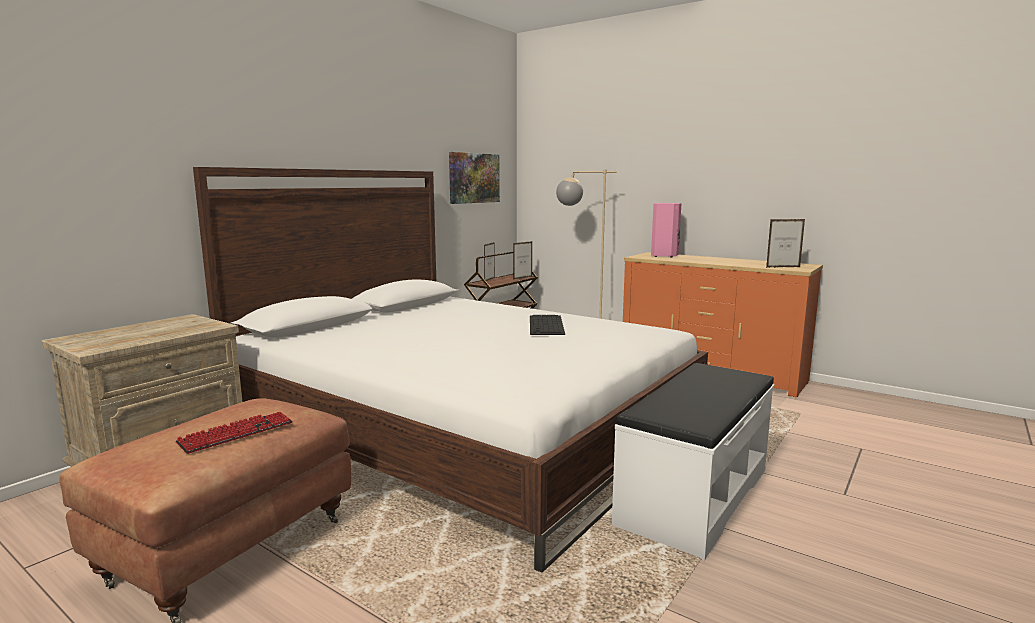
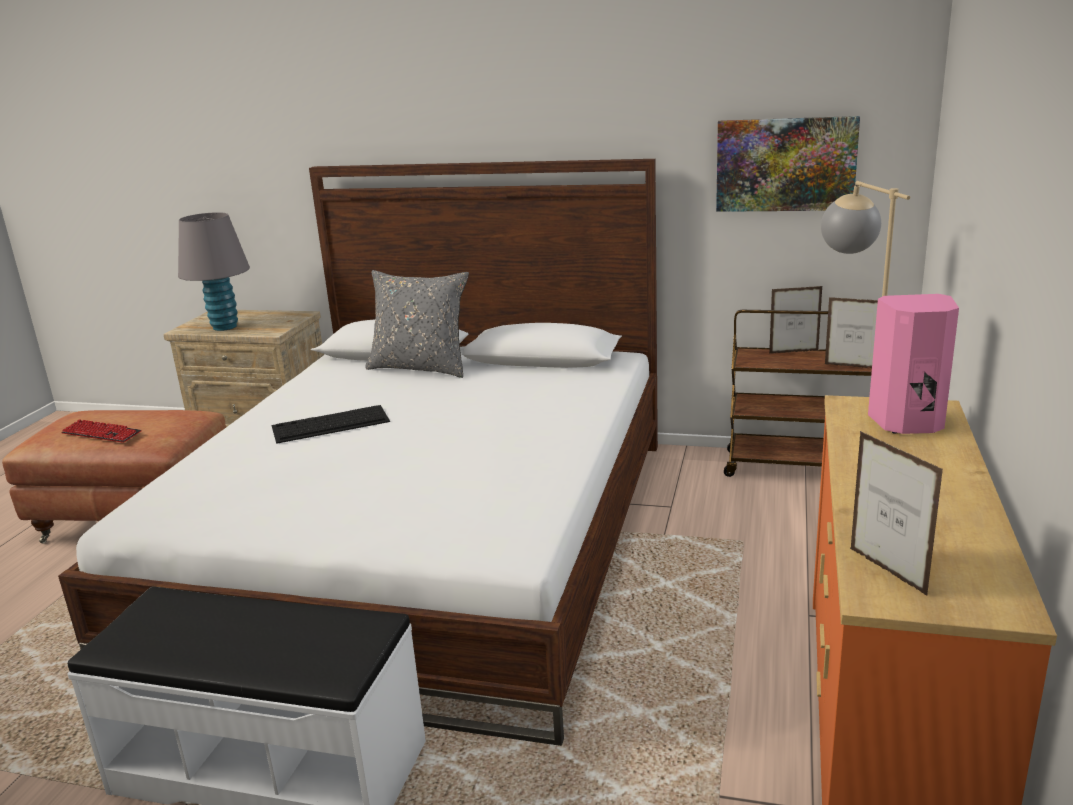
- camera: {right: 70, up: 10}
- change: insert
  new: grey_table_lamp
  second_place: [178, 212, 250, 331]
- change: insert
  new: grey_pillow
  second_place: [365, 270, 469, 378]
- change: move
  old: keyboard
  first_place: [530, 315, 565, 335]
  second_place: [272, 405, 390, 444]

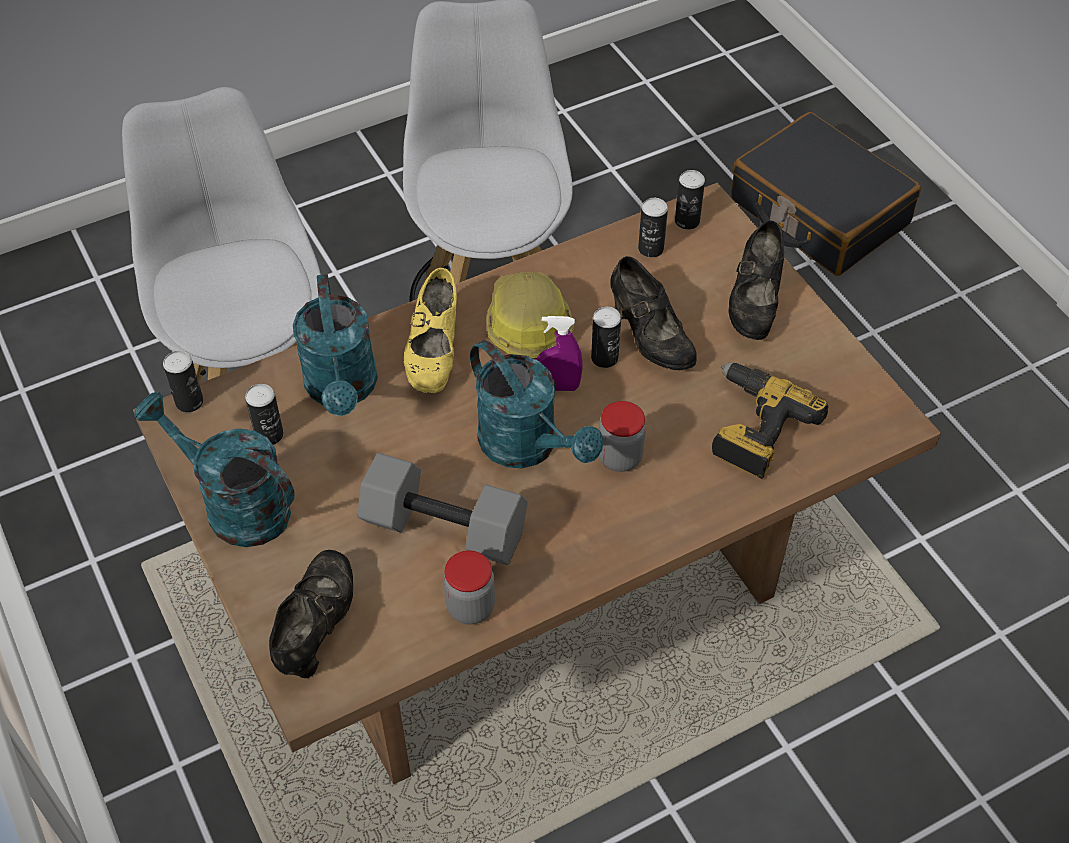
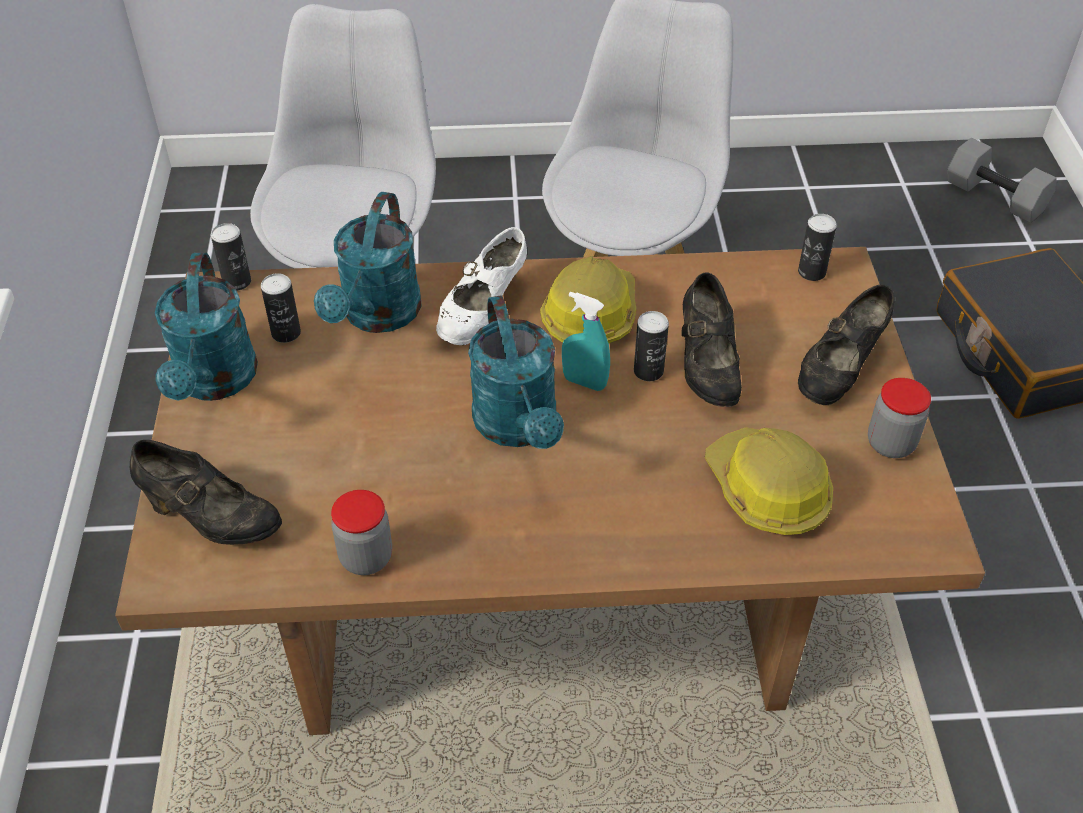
- camera: {right: 25, up: -5}
- change: delete
  old: can
  first_place: [638, 198, 668, 258]
- change: move
  old: grey_dumbbell
  first_place: [357, 453, 528, 565]
  second_place: [947, 138, 1057, 223]
- change: move
  old: jar
  first_place: [599, 401, 646, 472]
  second_place: [868, 378, 931, 458]
- change: replace
  old: power_drill
  new: hard_hat
  first_place: [712, 363, 828, 479]
  second_place: [705, 427, 833, 535]
- change: recolor
  old: yellow_shoe
  new: white_shoe
  first_place: [404, 268, 457, 394]
  second_place: [436, 227, 527, 345]
- change: recolor
  old: purple_spray_bottle
  new: turquoise_spray_bottle
  first_place: [536, 316, 583, 391]
  second_place: [562, 292, 610, 391]
- change: rotate
  old: turquoise_watering_can
  first_place: [134, 392, 295, 547]
  second_place: [155, 253, 258, 401]
  degrees: -150
- change: rotate
  old: black_shoe
  first_place: [269, 550, 353, 678]
  second_place: [130, 440, 282, 545]
  degrees: 75

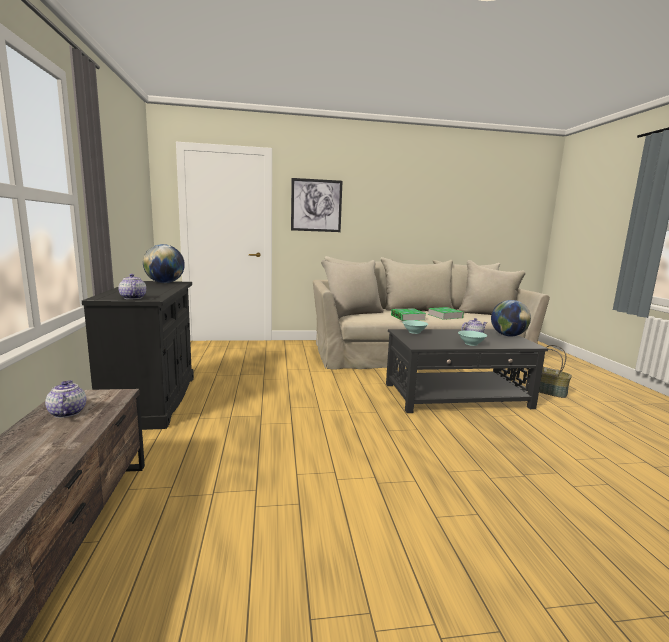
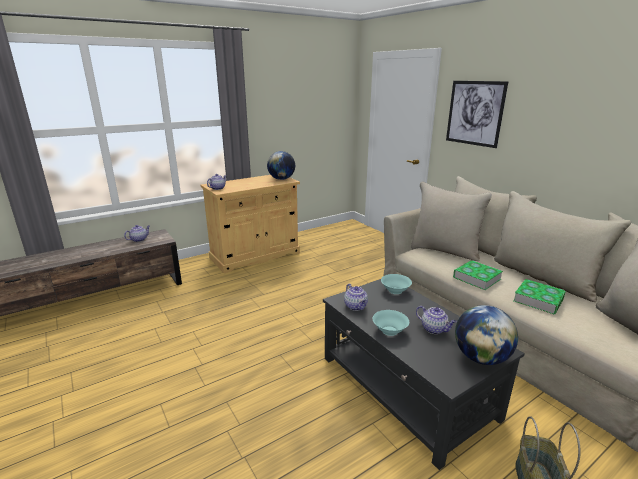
- camera: {right: 65, up: 10}
- change: insert
  new: teapot
  second_place: [344, 283, 368, 311]
- change: recolor
  old: black_cabinet
  new: beige_cabinet
  first_place: [82, 281, 194, 430]
  second_place: [201, 175, 300, 273]

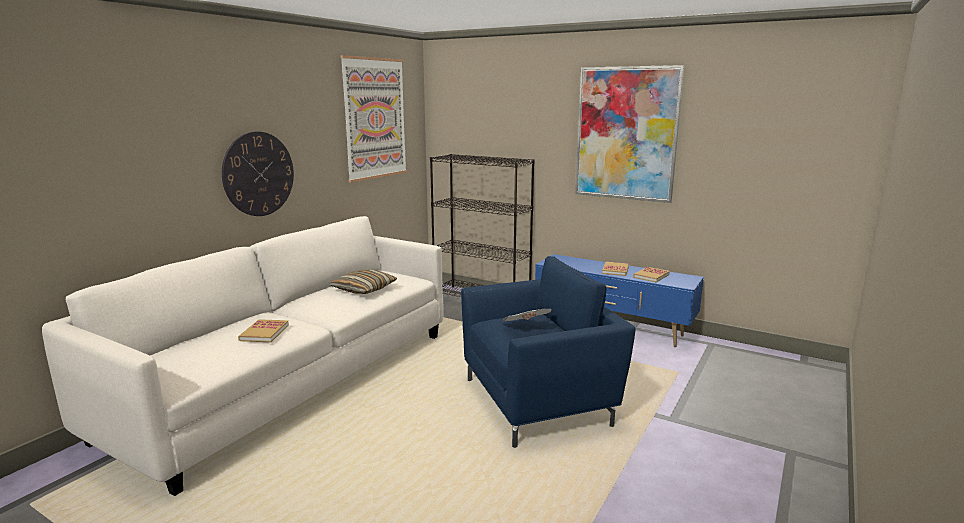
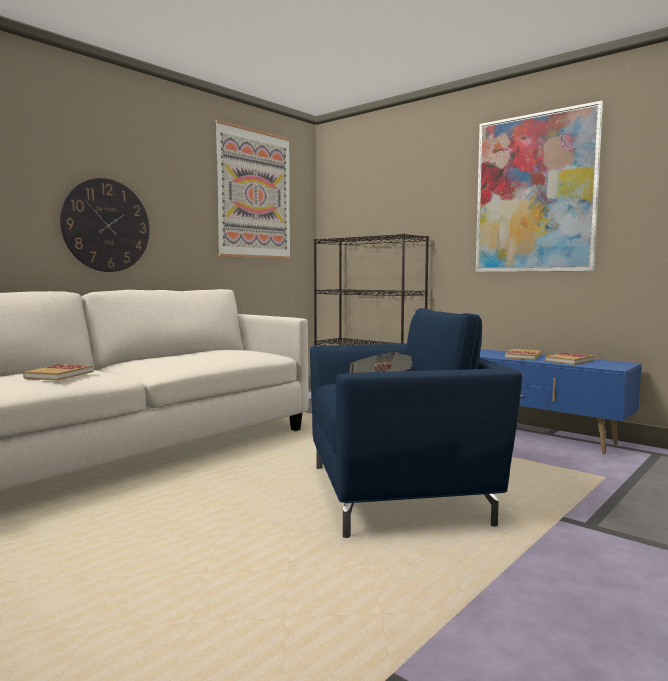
- camera: {right: 10, up: -10}
- change: delete
  old: pillow
  first_place: [329, 269, 397, 294]

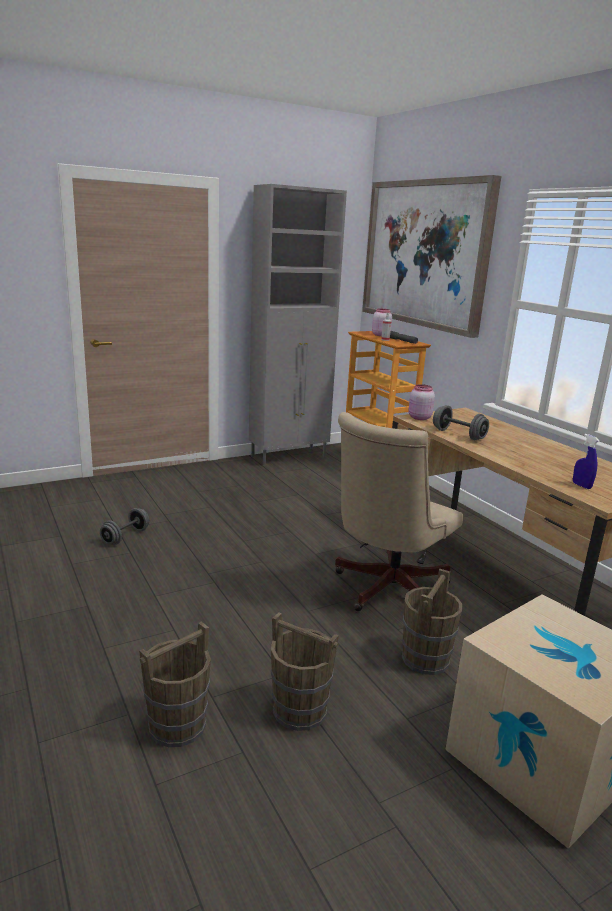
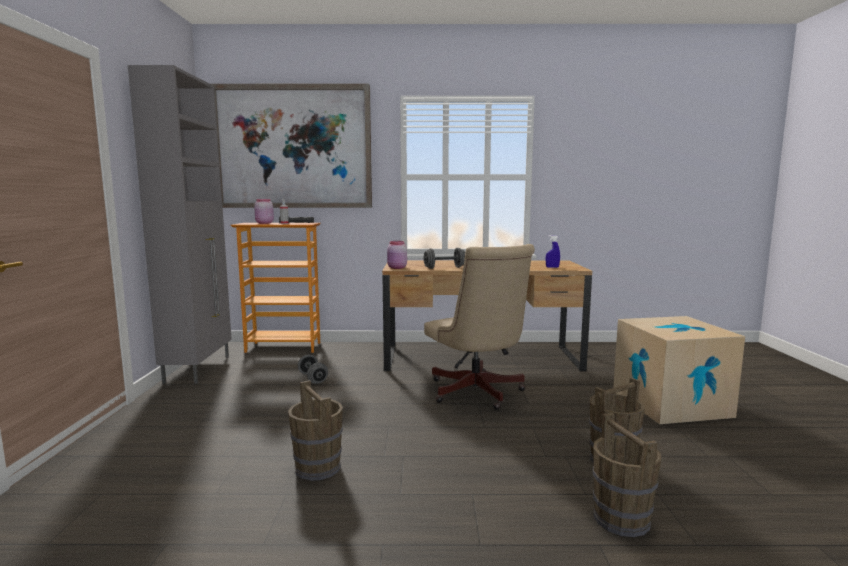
- camera: {right: -60, up: -10}
- change: move
  old: grey_dumbbell
  first_place: [100, 508, 149, 545]
  second_place: [298, 354, 328, 384]
- change: move
  old: brown_bucket
  first_place: [402, 569, 462, 675]
  second_place: [288, 380, 343, 481]

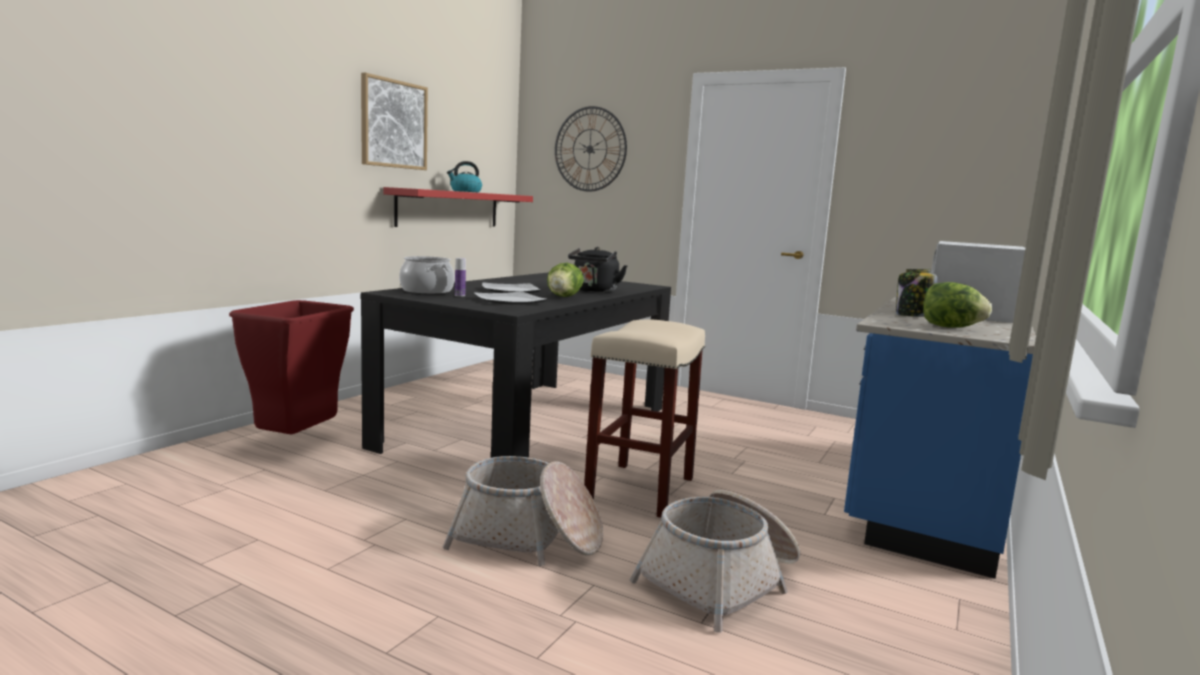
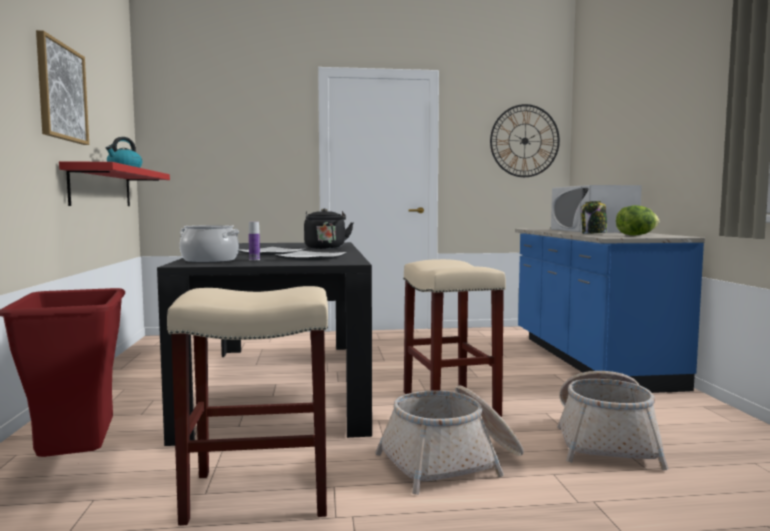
- camera: {right: -35, up: -5}
- change: delete
  old: lettuce
  first_place: [547, 263, 584, 297]
- change: insert
  new: beige_stool
  second_place: [167, 286, 328, 526]
- change: move
  old: wall_clock
  first_place: [555, 106, 627, 192]
  second_place: [490, 104, 560, 177]

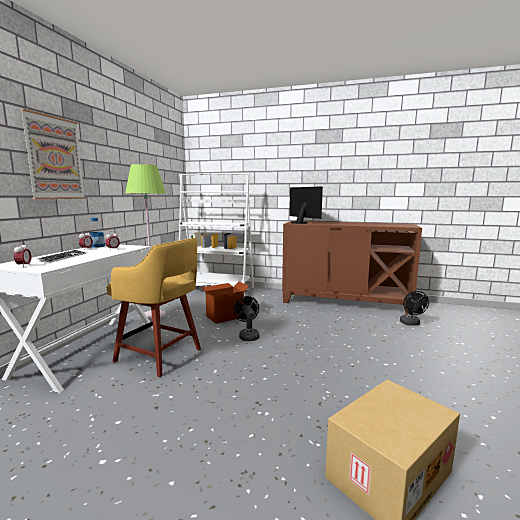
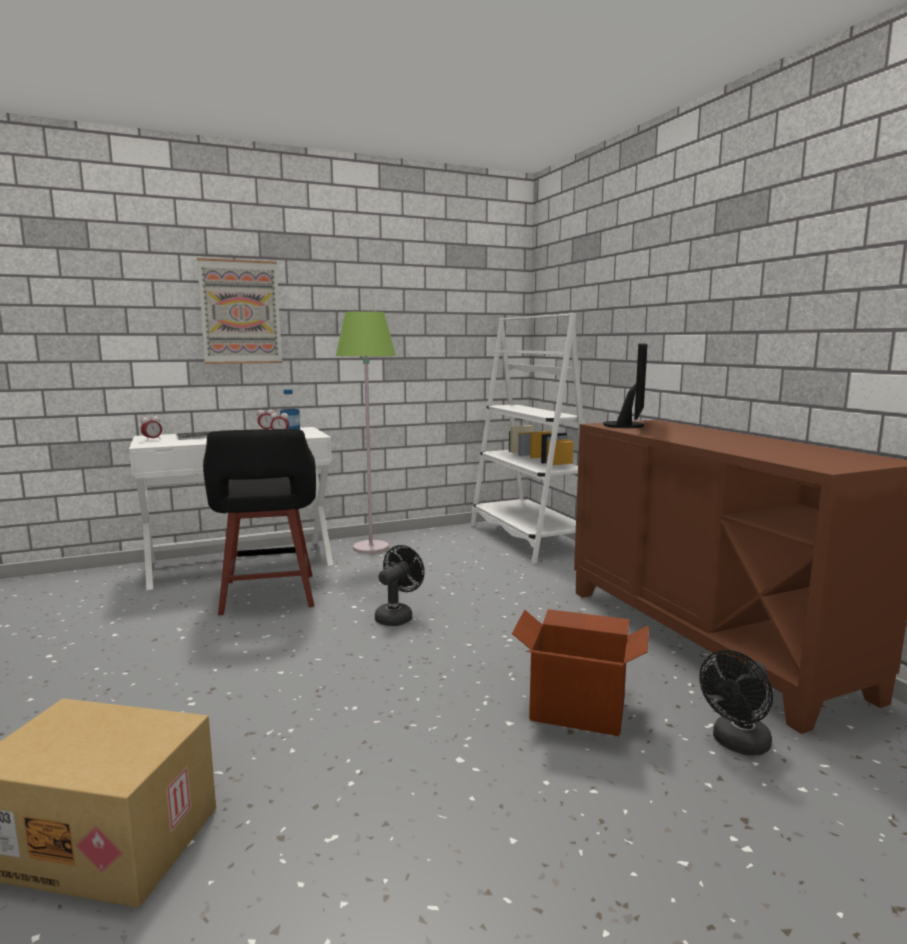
- camera: {right: 50, up: 0}
- change: move
  old: cardboard_box
  first_place: [200, 281, 249, 324]
  second_place: [512, 609, 649, 736]
- change: recolor
  old: yellow_stool
  new: black_stool
  first_place: [106, 238, 201, 377]
  second_place: [203, 429, 316, 615]

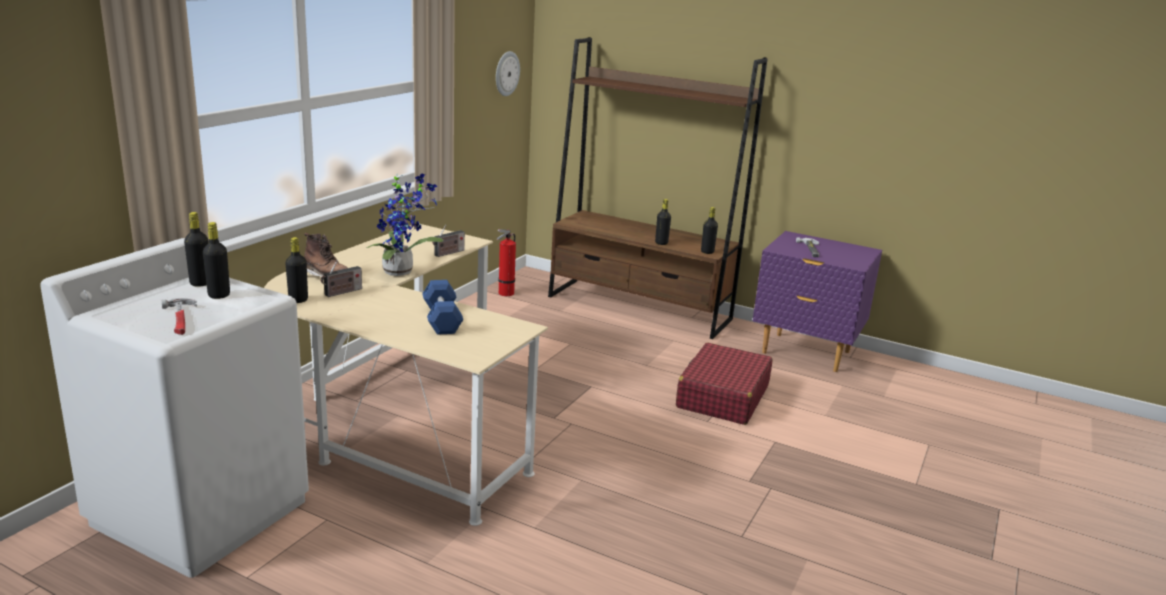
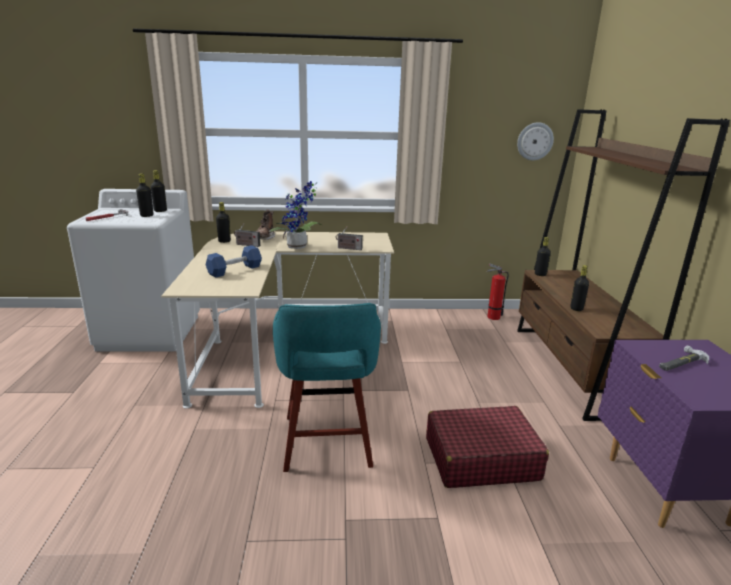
- camera: {right: 60, up: 0}
- change: insert
  new: turquoise_stool
  second_place: [273, 303, 381, 472]
- change: move
  old: black_bottle
  first_place: [701, 207, 718, 254]
  second_place: [535, 237, 551, 276]

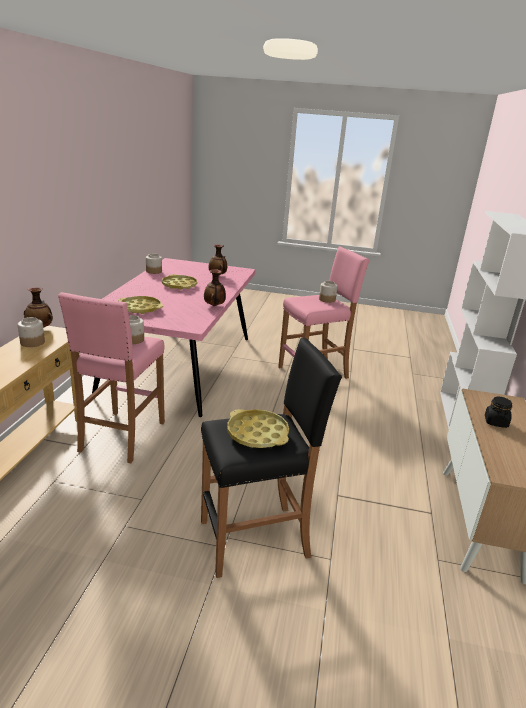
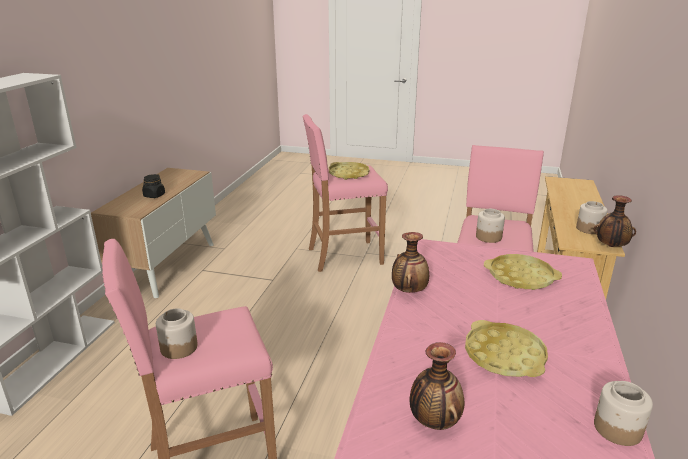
- camera: {right: -175, up: 0}
- change: recolor
  old: black_stool
  new: pink_stool
  first_place: [201, 338, 342, 578]
  second_place: [302, 114, 388, 272]

